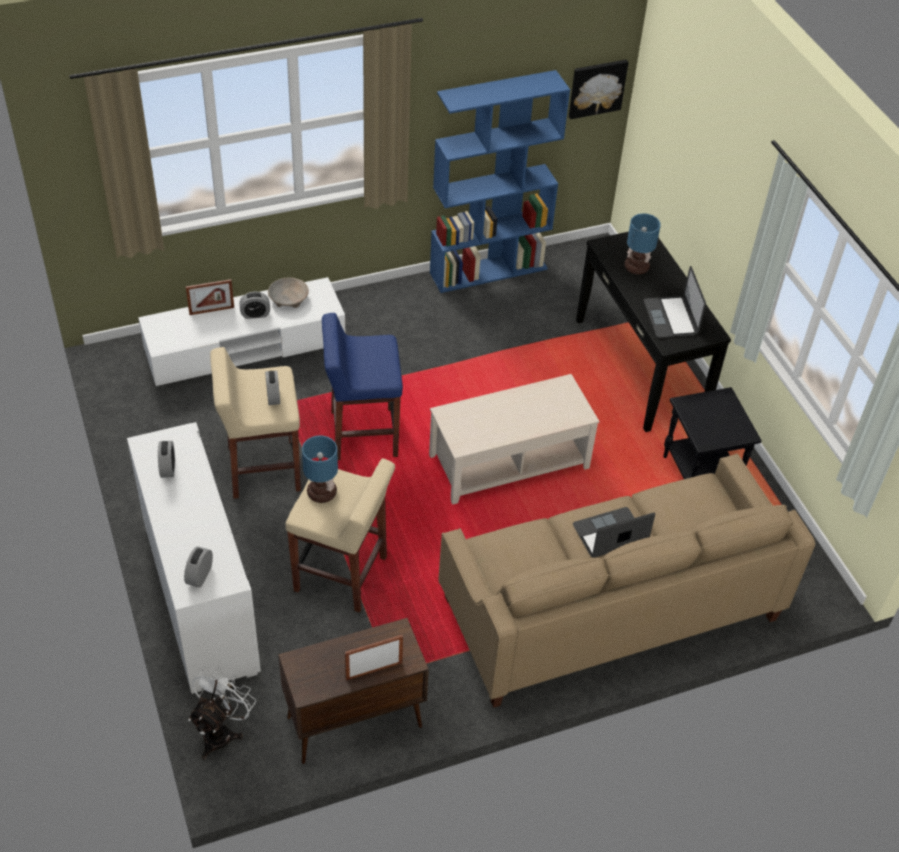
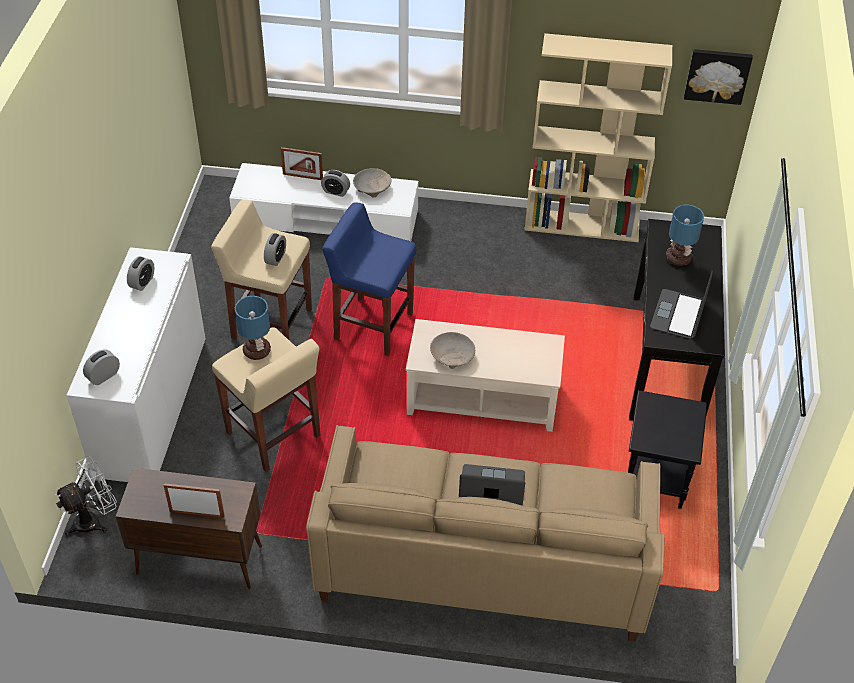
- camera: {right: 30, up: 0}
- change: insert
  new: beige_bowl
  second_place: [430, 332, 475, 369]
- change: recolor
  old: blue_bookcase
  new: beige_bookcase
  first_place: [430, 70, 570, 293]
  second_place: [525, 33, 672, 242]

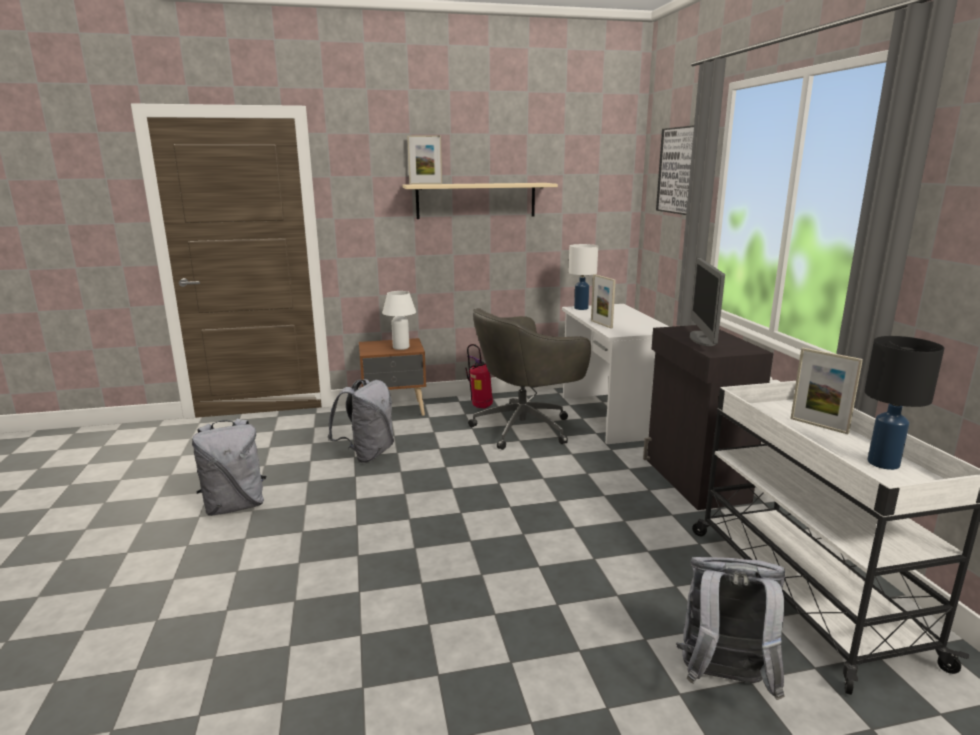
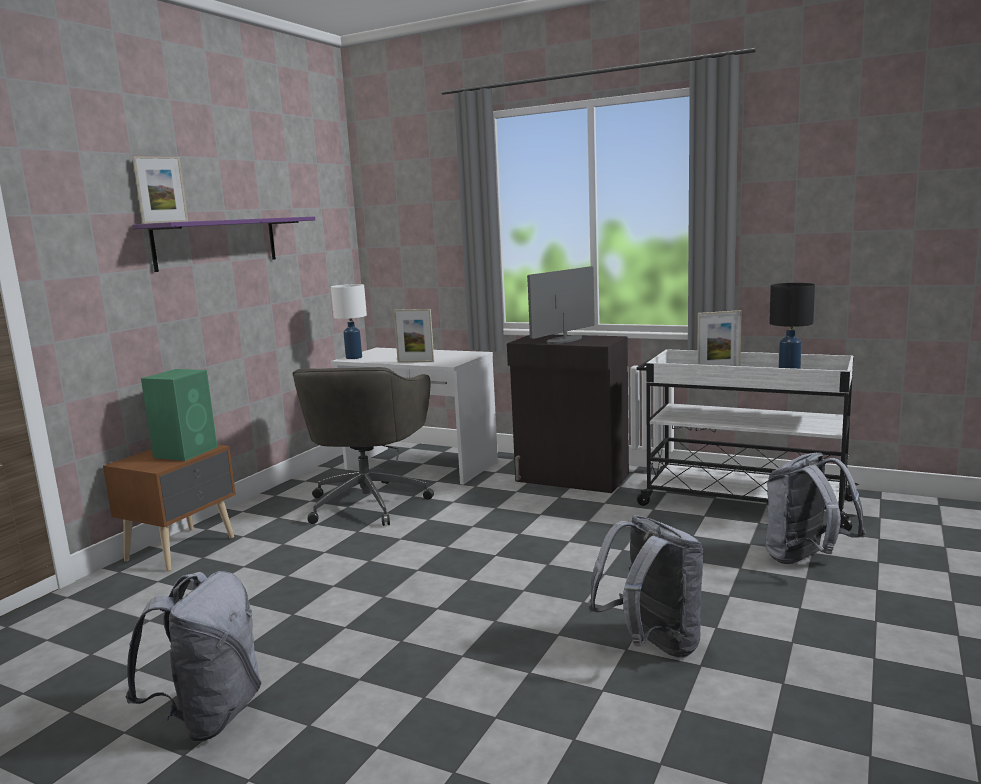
- camera: {right: -50, up: -5}
- change: delete
  old: fire_extinguisher
  first_place: [465, 344, 493, 409]
- change: delete
  old: picture
  first_place: [656, 125, 694, 215]
- change: move
  old: grey_backpack
  first_place: [328, 379, 394, 463]
  second_place: [588, 515, 704, 658]
- change: replace
  old: white_table_lamp
  new: green_speaker
  first_place: [382, 291, 416, 350]
  second_place: [141, 369, 217, 461]
- change: recolor
  old: beige_shelf
  new: purple_shelf
  first_place: [403, 183, 558, 219]
  second_place: [132, 217, 315, 272]
- change: rotate
  old: monitor
  first_place: [690, 258, 725, 346]
  second_place: [527, 266, 595, 344]
  degrees: 90

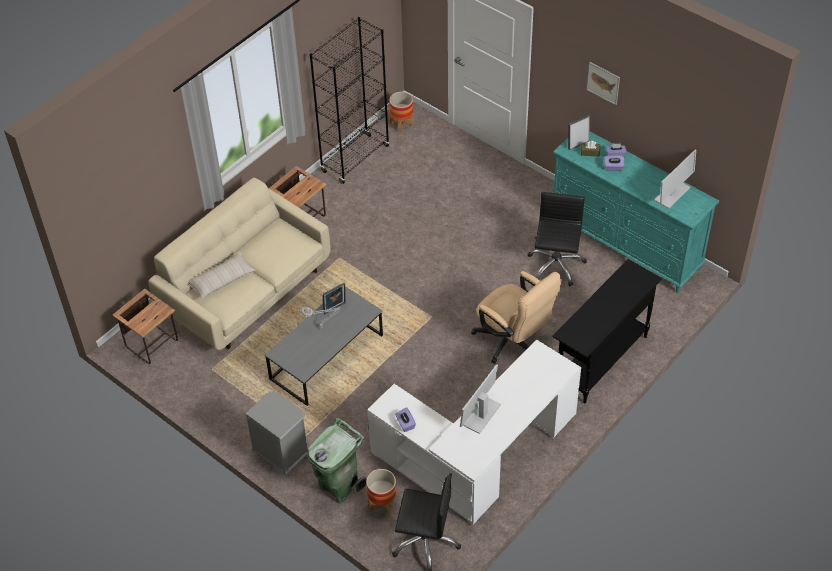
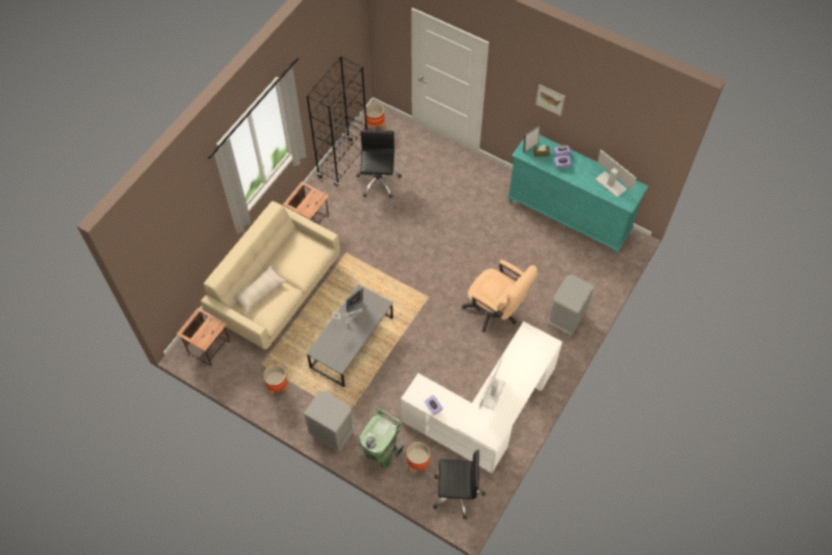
- camera: {right: -10, up: 10}
- change: insert
  new: planter
  second_place: [263, 365, 288, 397]
- change: move
  old: black_office_chair
  first_place: [528, 192, 587, 286]
  second_place: [356, 130, 402, 198]
- change: replace
  old: black_console_table
  new: grey_nightstand
  first_place: [552, 259, 662, 403]
  second_place: [548, 274, 595, 337]
- change: rotate
  old: monitor
  first_place: [654, 150, 696, 209]
  second_place: [595, 150, 636, 198]
  degrees: -75

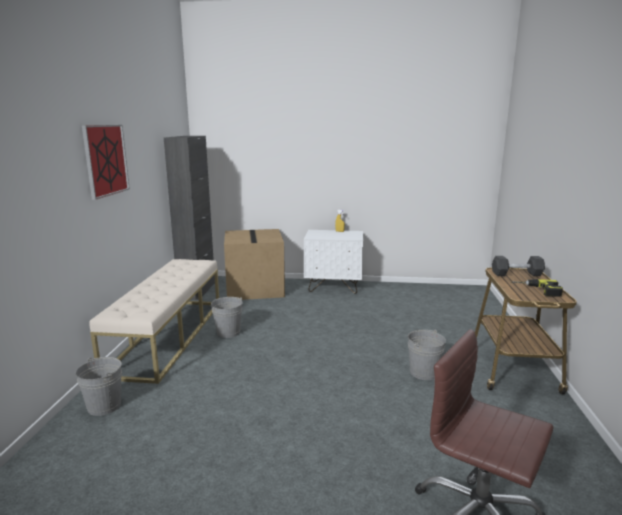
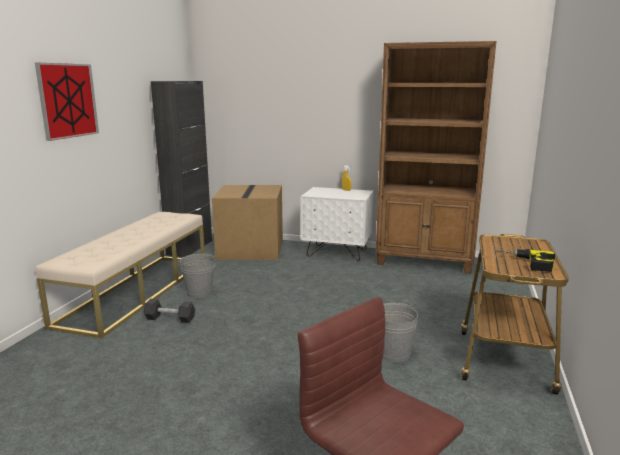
- camera: {right: 10, up: 0}
- change: delete
  old: grey_bucket
  first_place: [75, 357, 122, 416]
- change: insert
  new: brown_bookcase
  second_place: [376, 41, 496, 274]
- change: move
  old: black_dumbbell
  first_place: [492, 256, 545, 276]
  second_place: [144, 299, 195, 323]

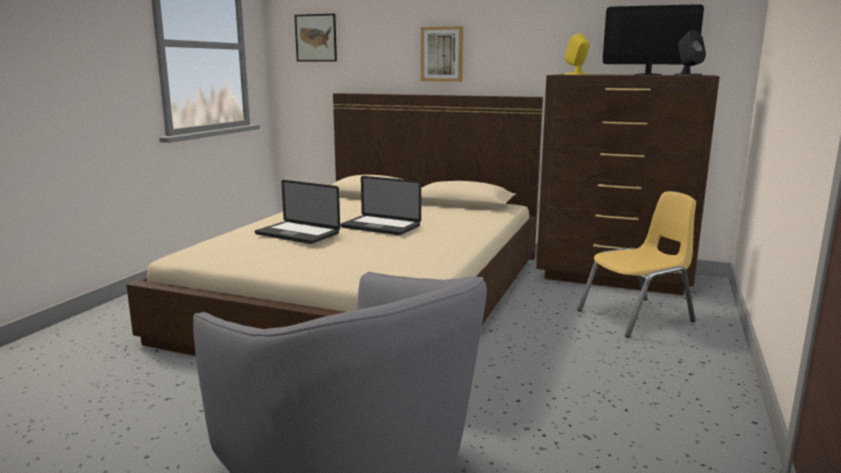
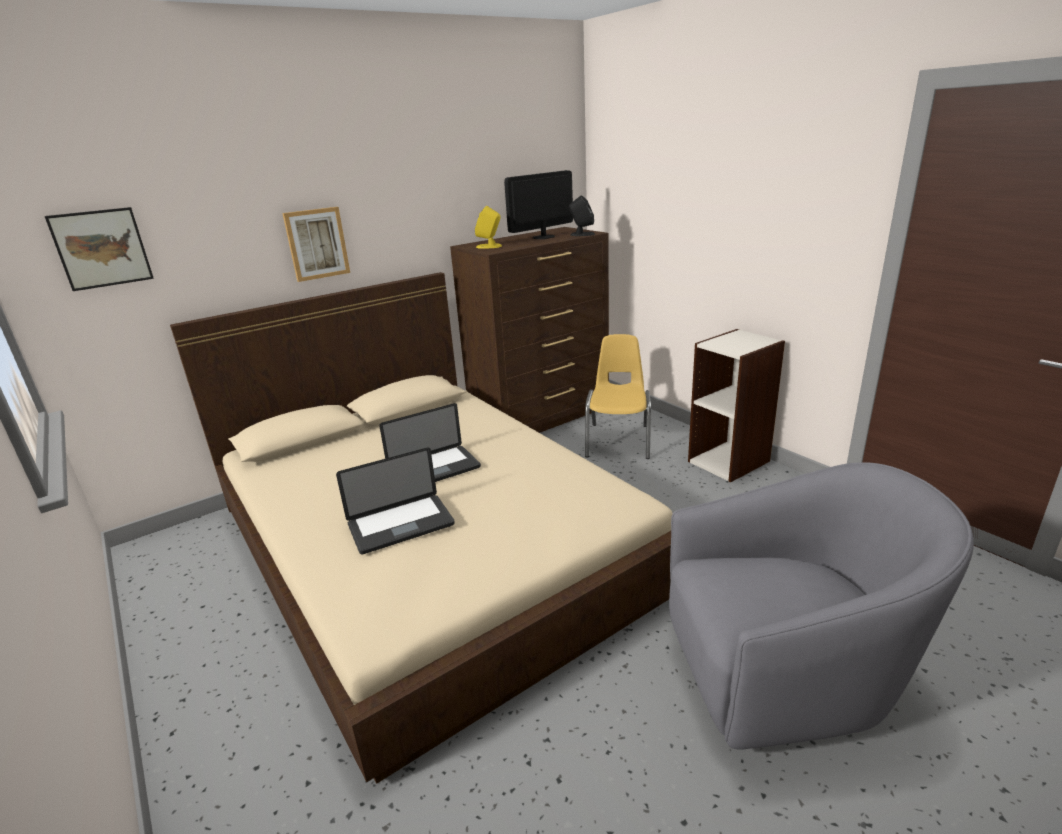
- camera: {right: -55, up: 10}
- change: insert
  new: bookcase
  second_place: [688, 329, 785, 482]

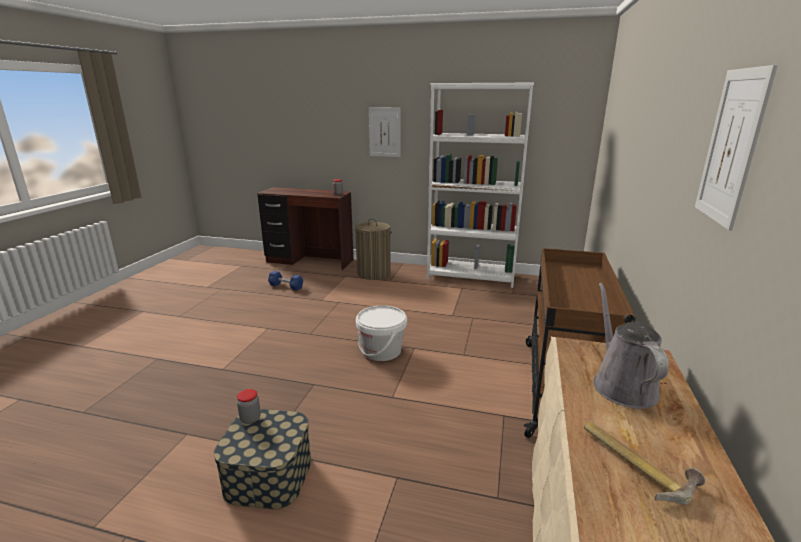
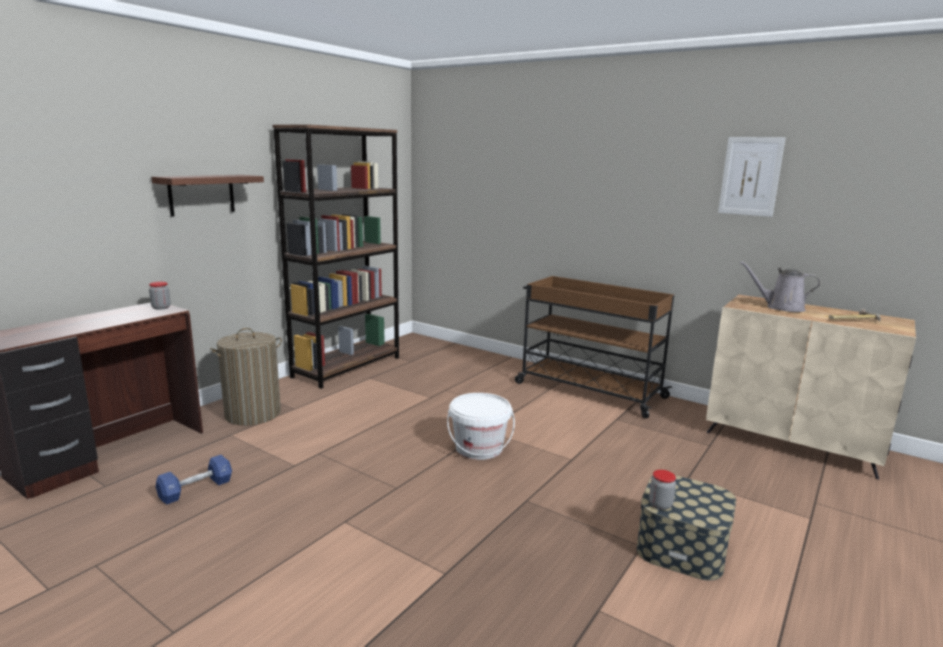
- camera: {right: -70, up: -5}
- change: replace
  old: picture
  new: shelf
  first_place: [369, 107, 400, 157]
  second_place: [151, 175, 264, 217]
- change: recolor
  old: white_bookcase
  new: brown_bookcase
  first_place: [427, 83, 534, 288]
  second_place: [272, 124, 399, 389]

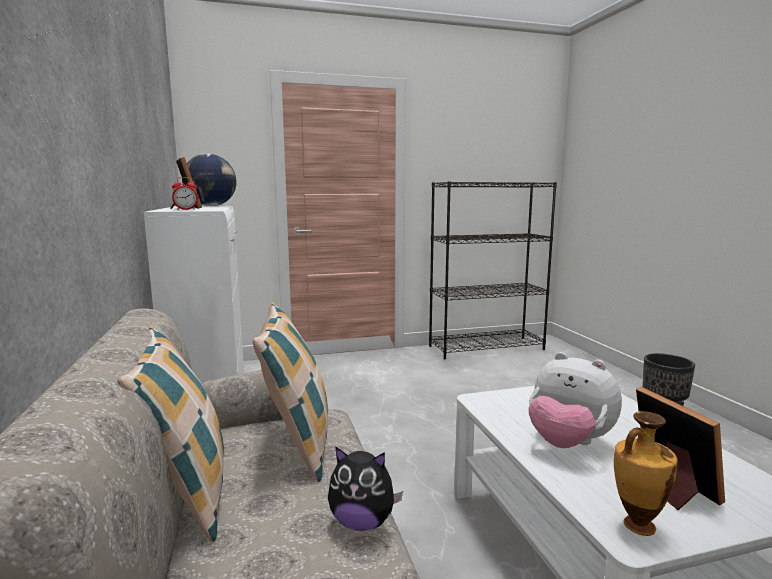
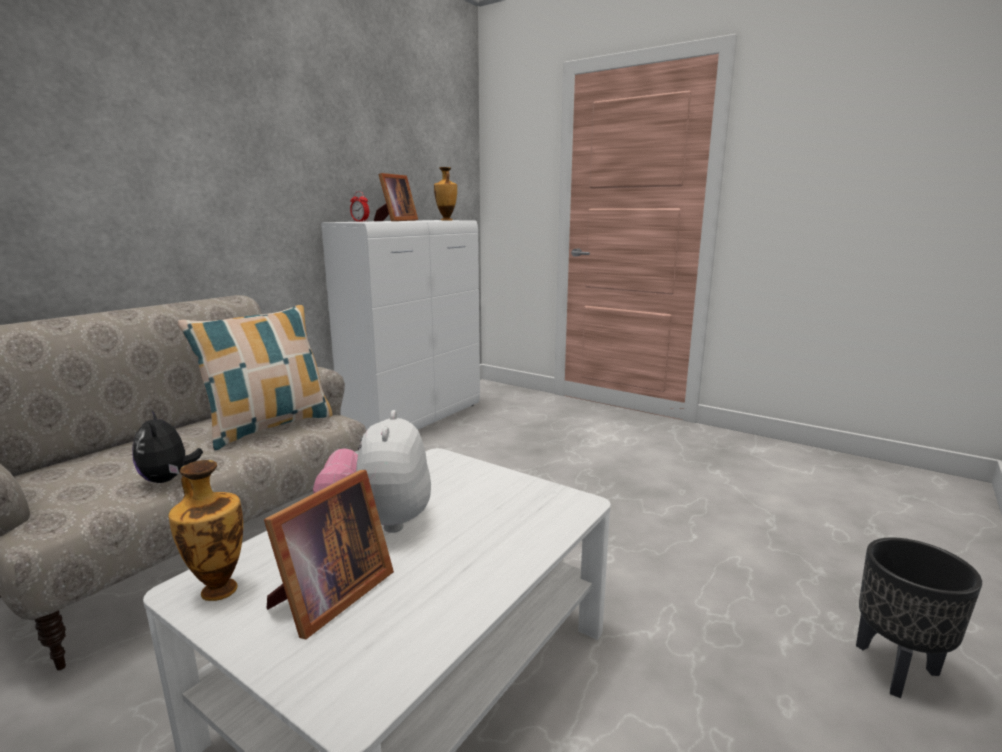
- camera: {right: 50, up: 5}
- change: delete
  old: pillow
  first_place: [117, 325, 224, 542]
- change: delete
  old: black_bookcase
  first_place: [429, 181, 557, 359]
- change: replace
  old: globe
  new: vase
  first_place: [182, 154, 237, 206]
  second_place: [434, 167, 457, 220]

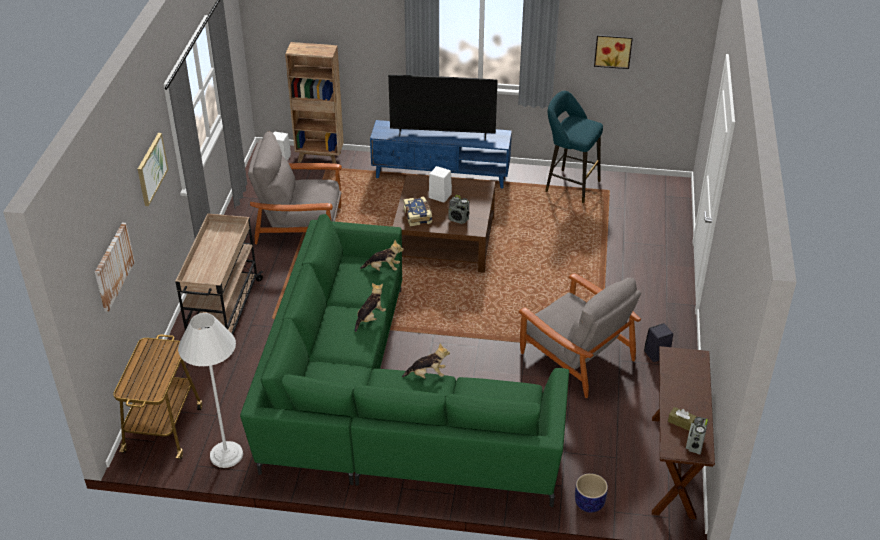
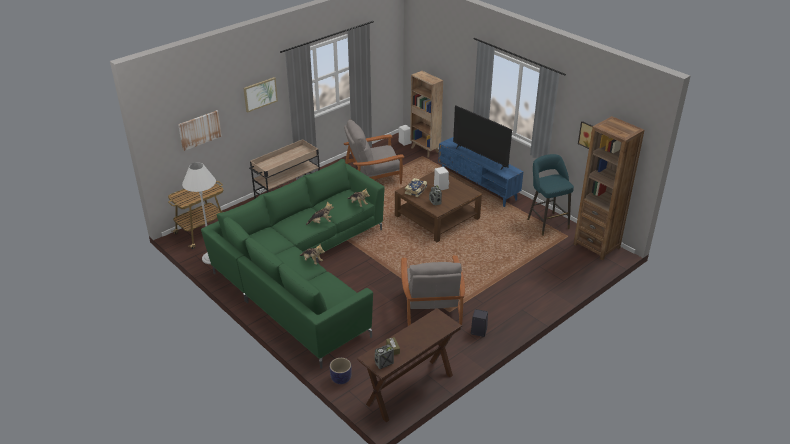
- camera: {right: 40, up: -5}
- change: insert
  new: brown_bookcase
  second_place: [574, 116, 644, 260]
- change: rotate
  old: grey_armchair
  first_place: [248, 132, 342, 244]
  second_place: [344, 120, 404, 184]
  degrees: -60

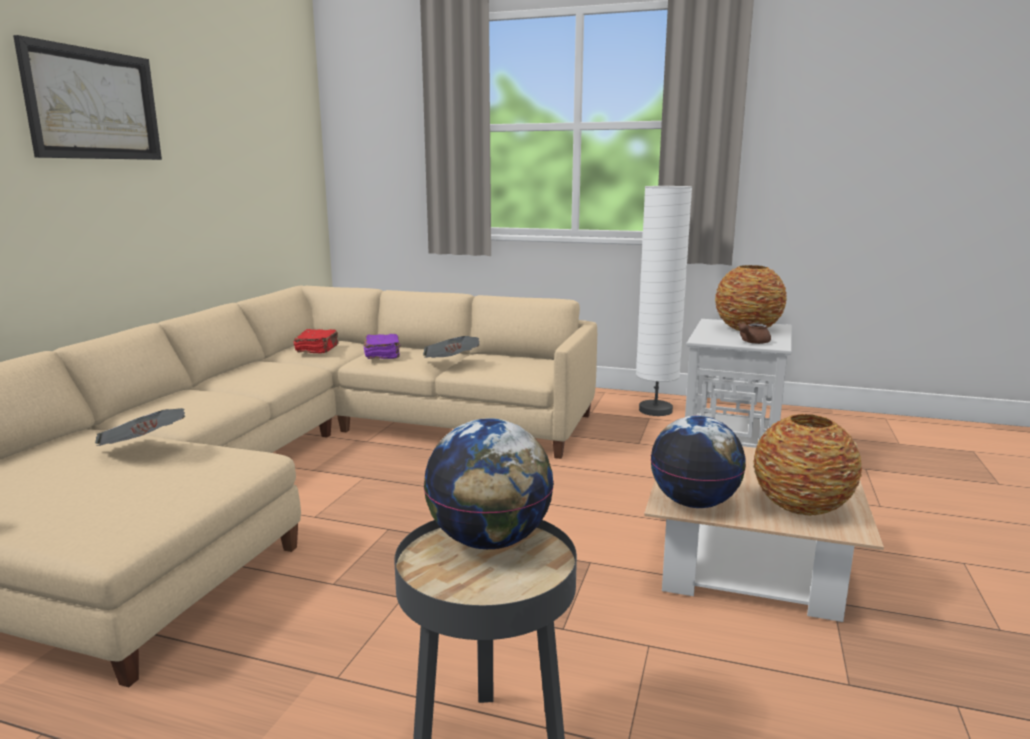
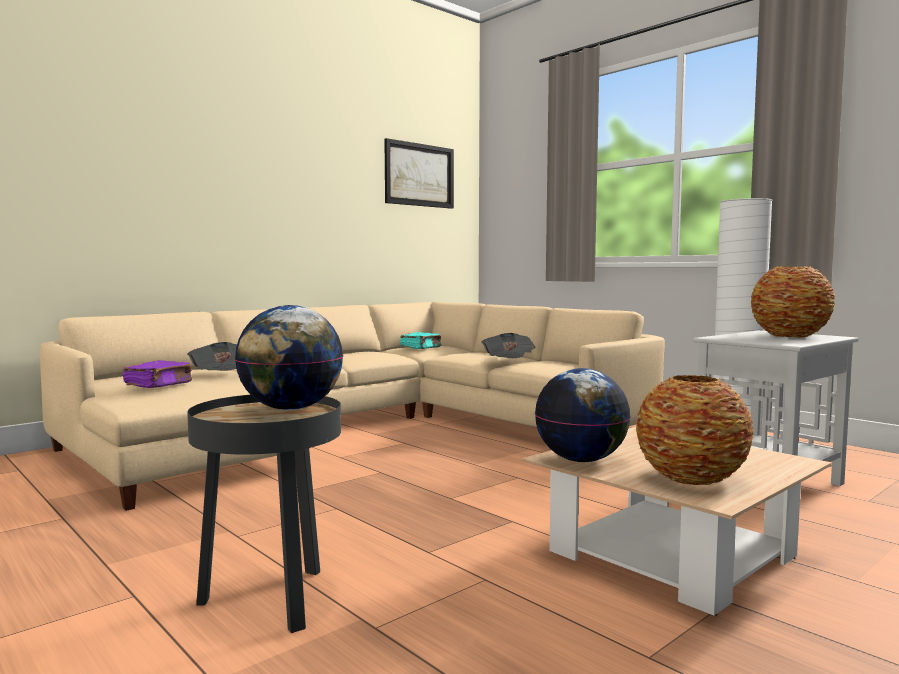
- camera: {right: 30, up: -10}
- change: delete
  old: brown_teapot
  first_place: [737, 323, 771, 344]
- change: move
  old: picture
  first_place: [13, 35, 162, 160]
  second_place: [384, 138, 454, 209]
- change: move
  old: purple_book
  first_place: [364, 334, 401, 359]
  second_place: [123, 360, 192, 388]
- change: recolor
  old: red_book
  new: turquoise_book
  first_place: [294, 329, 339, 354]
  second_place: [400, 332, 441, 349]

